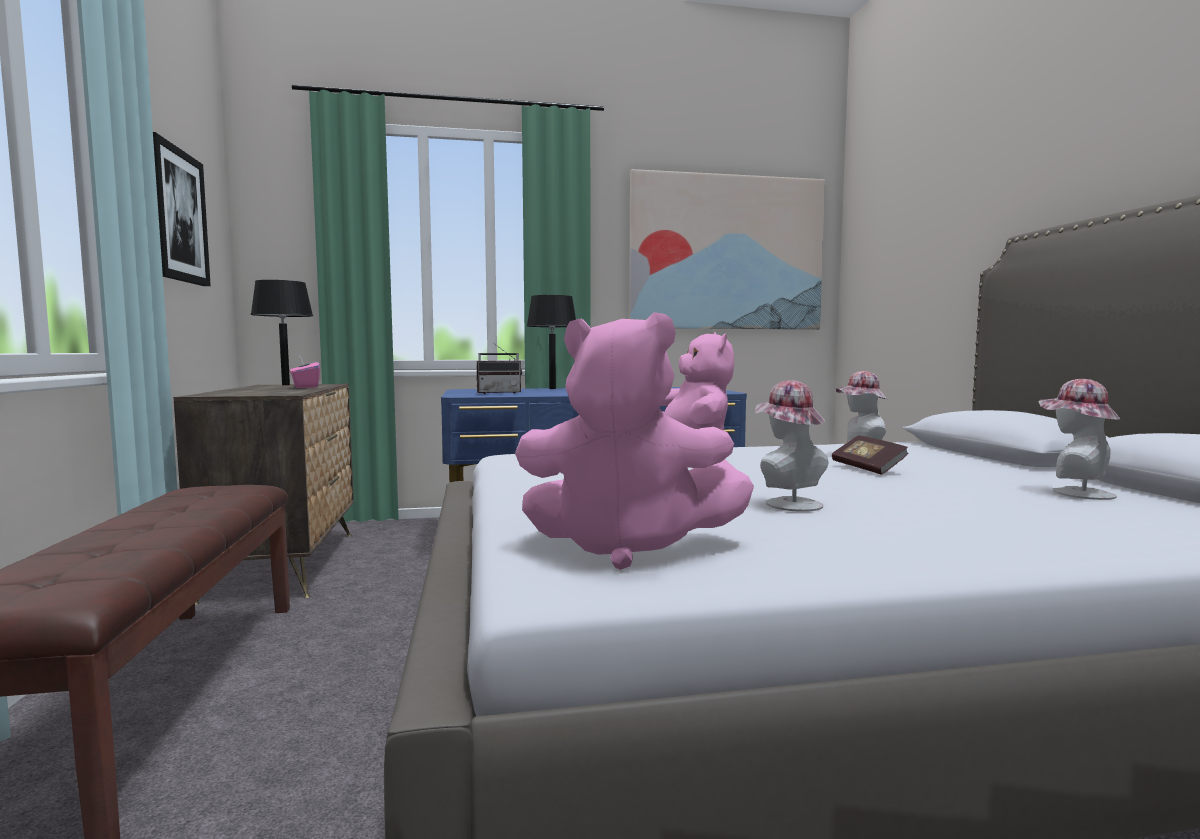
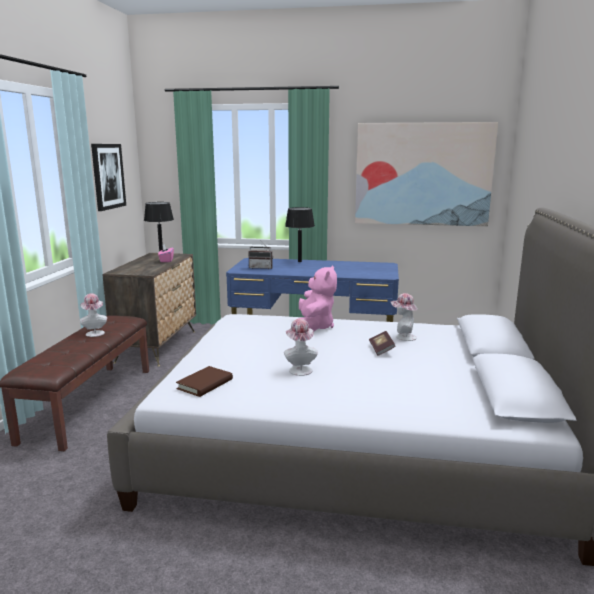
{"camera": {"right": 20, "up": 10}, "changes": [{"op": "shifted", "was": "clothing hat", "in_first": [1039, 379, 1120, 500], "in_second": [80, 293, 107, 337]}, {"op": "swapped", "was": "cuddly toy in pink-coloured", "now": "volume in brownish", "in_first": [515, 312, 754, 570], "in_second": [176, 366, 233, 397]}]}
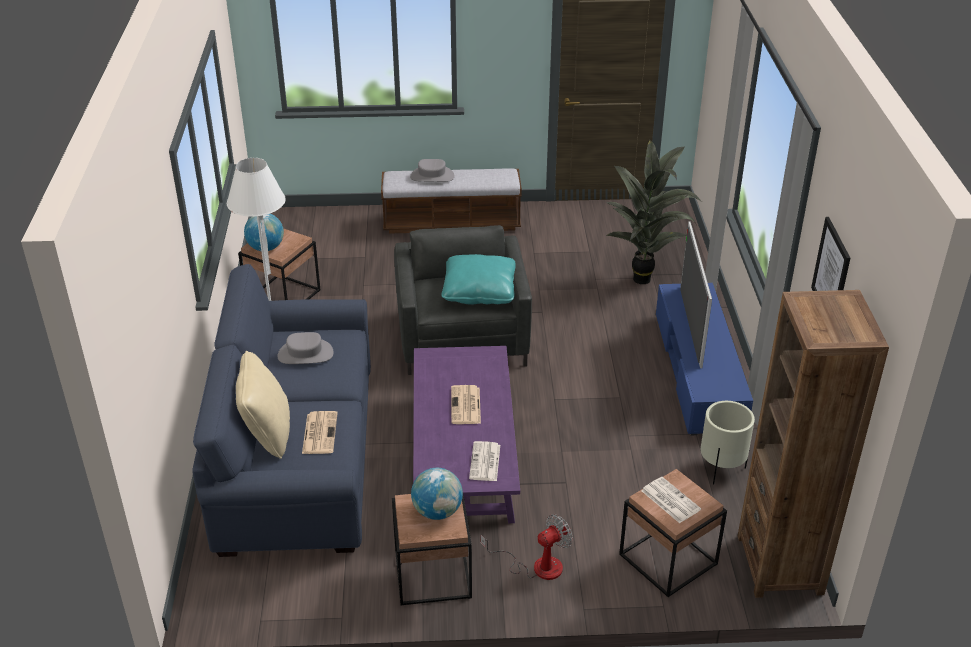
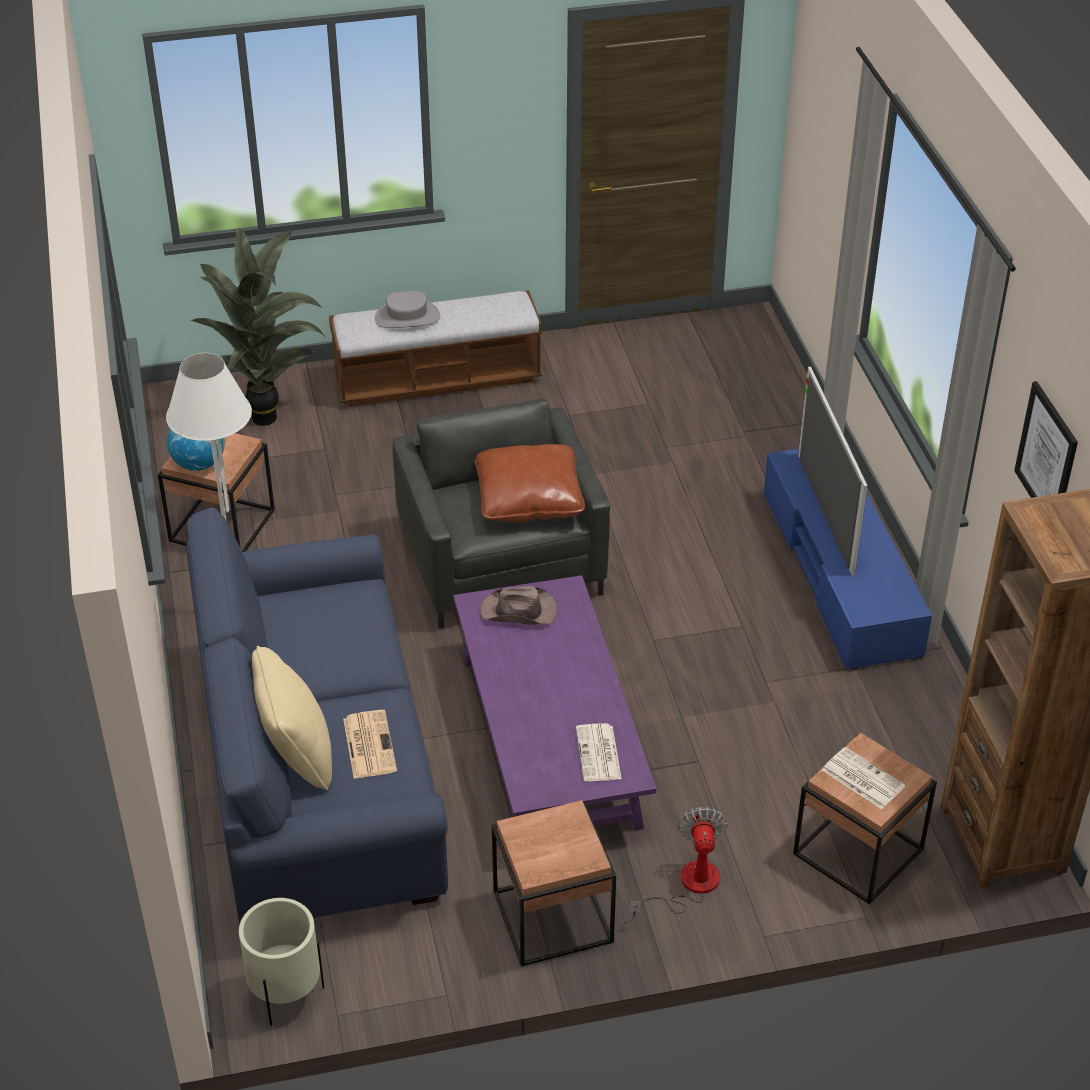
{"camera": {"right": -10, "up": 5}, "changes": [{"op": "shifted", "was": "potted plant", "in_first": [606, 140, 702, 284], "in_second": [190, 227, 326, 426]}, {"op": "shifted", "was": "flower pot in beige", "in_first": [701, 401, 755, 484], "in_second": [239, 898, 324, 1026]}, {"op": "repainted", "was": "pillow in turquoise-coloured", "now": "pillow in brownish", "in_first": [442, 254, 516, 305], "in_second": [474, 444, 585, 522]}, {"op": "new", "now": "clothing hat in brownish", "in_second": [480, 587, 557, 625]}, {"op": "rotated", "was": "electric fan", "in_first": [481, 514, 573, 580], "in_second": [630, 807, 727, 917], "clockwise": -45}, {"op": "gone", "was": "clothing hat in gray", "in_first": [277, 332, 334, 364]}, {"op": "gone", "was": "world globe", "in_first": [411, 468, 463, 520]}, {"op": "gone", "was": "newspaper", "in_first": [451, 385, 481, 424]}]}
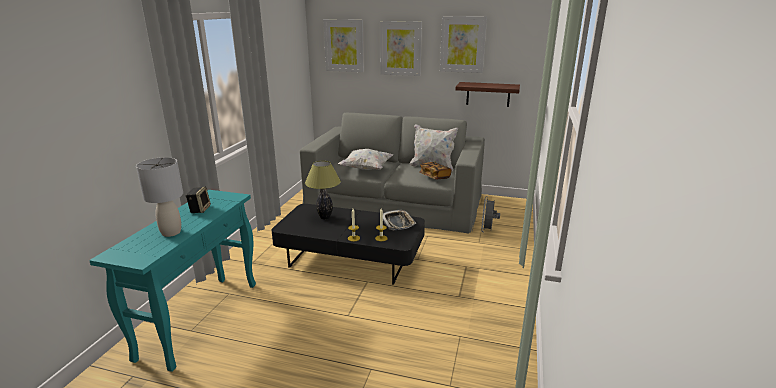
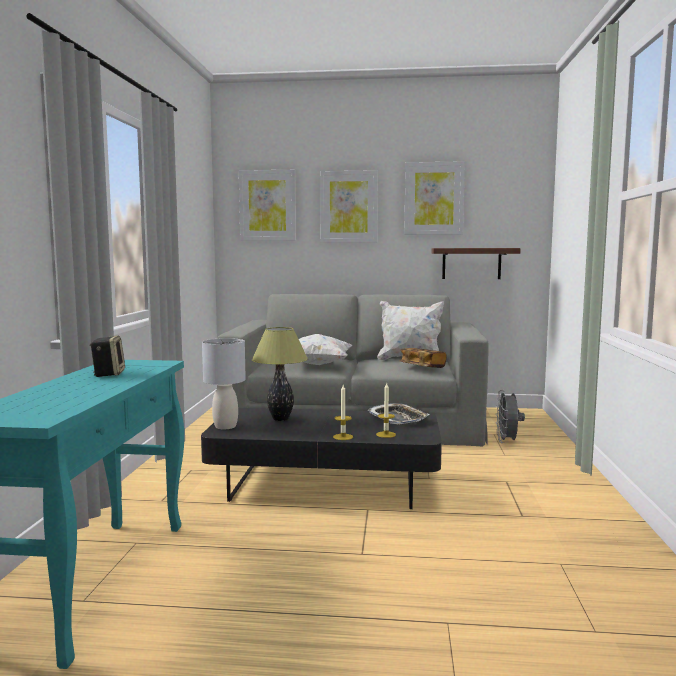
{"camera": {"right": -10, "up": -15}, "changes": [{"op": "shifted", "was": "lamp for a table in gray", "in_first": [136, 157, 183, 237], "in_second": [202, 338, 246, 429]}]}
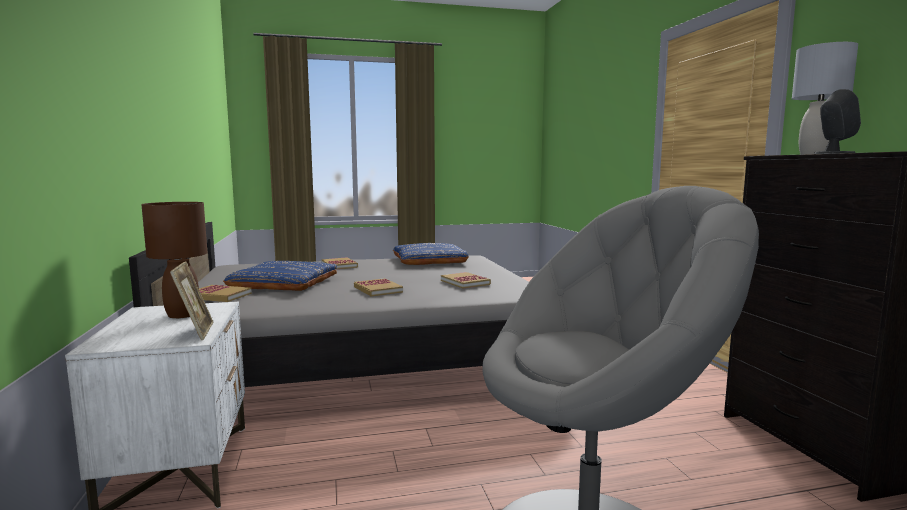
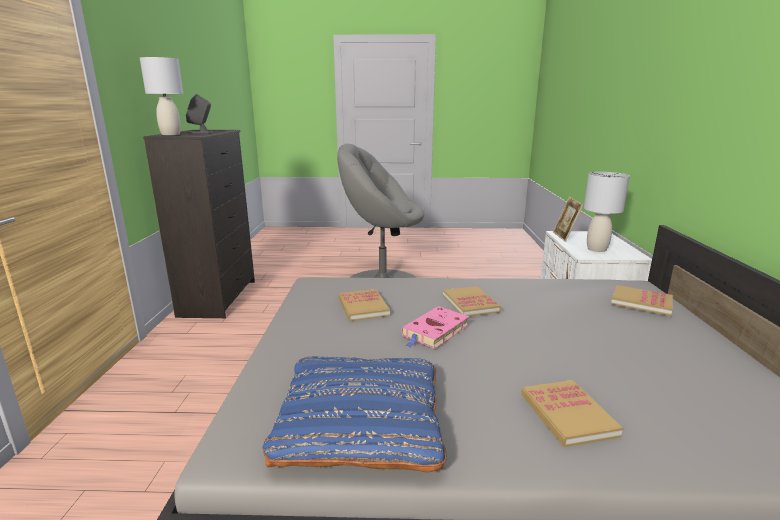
{"camera": {"right": -165, "up": 10}, "changes": [{"op": "new", "now": "volume in pink-coloured", "in_second": [401, 306, 469, 349]}, {"op": "repainted", "was": "lamp for a table in brownish", "now": "lamp for a table in gray", "in_first": [141, 202, 208, 319], "in_second": [584, 172, 630, 252]}, {"op": "gone", "was": "pillow in bluish", "in_first": [223, 261, 337, 291]}]}
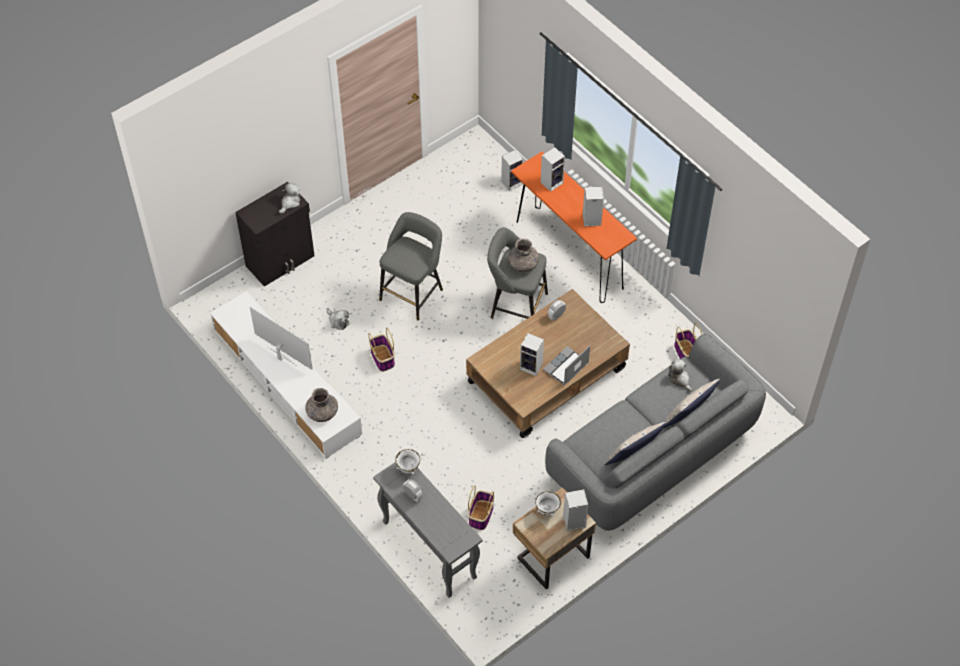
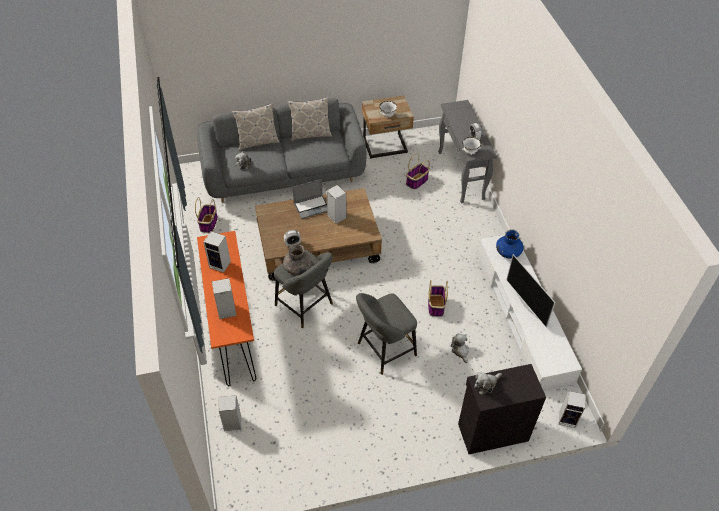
{"camera": {"right": -155, "up": -5}, "changes": [{"op": "repainted", "was": "vase in gray", "now": "vase in bluish", "in_first": [305, 388, 338, 422], "in_second": [496, 229, 523, 259]}, {"op": "shifted", "was": "loudspeaker", "in_first": [563, 489, 588, 531], "in_second": [558, 391, 586, 428]}]}
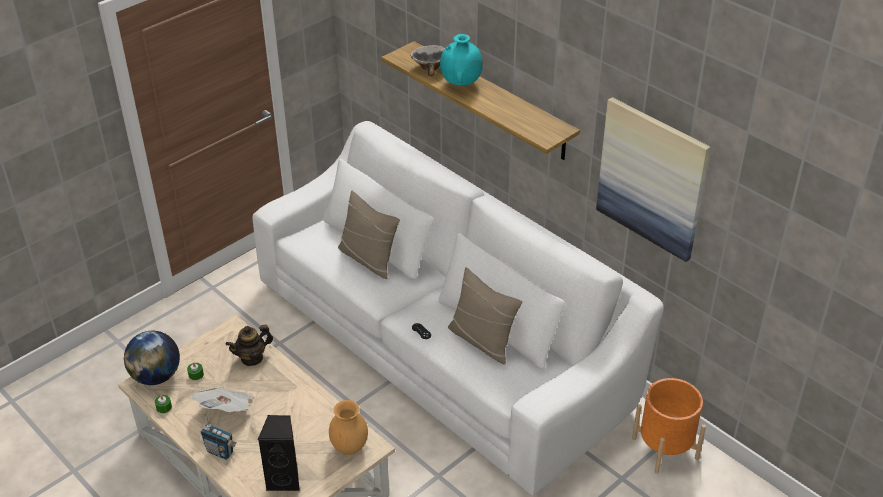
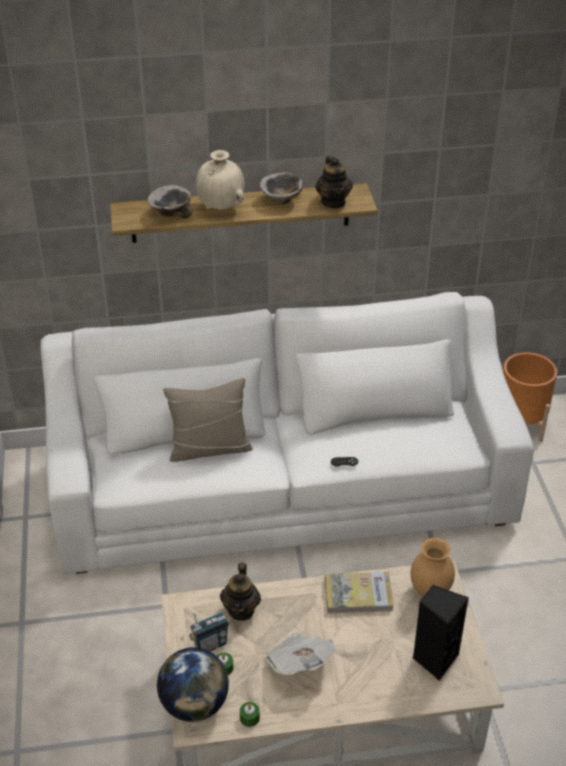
{"camera": {"right": -55, "up": 0}, "changes": [{"op": "shifted", "was": "radio", "in_first": [201, 414, 236, 460], "in_second": [189, 612, 230, 651]}, {"op": "repainted", "was": "vase in turquoise-coloured", "now": "vase in beige", "in_first": [440, 34, 483, 85], "in_second": [196, 150, 245, 210]}, {"op": "new", "now": "bowl", "in_second": [260, 172, 303, 205]}, {"op": "new", "now": "pot for tea", "in_second": [315, 156, 353, 208]}, {"op": "new", "now": "volume", "in_second": [325, 572, 394, 614]}, {"op": "gone", "was": "pillow in beige", "in_first": [448, 267, 522, 365]}, {"op": "gone", "was": "wall art", "in_first": [596, 97, 711, 262]}]}
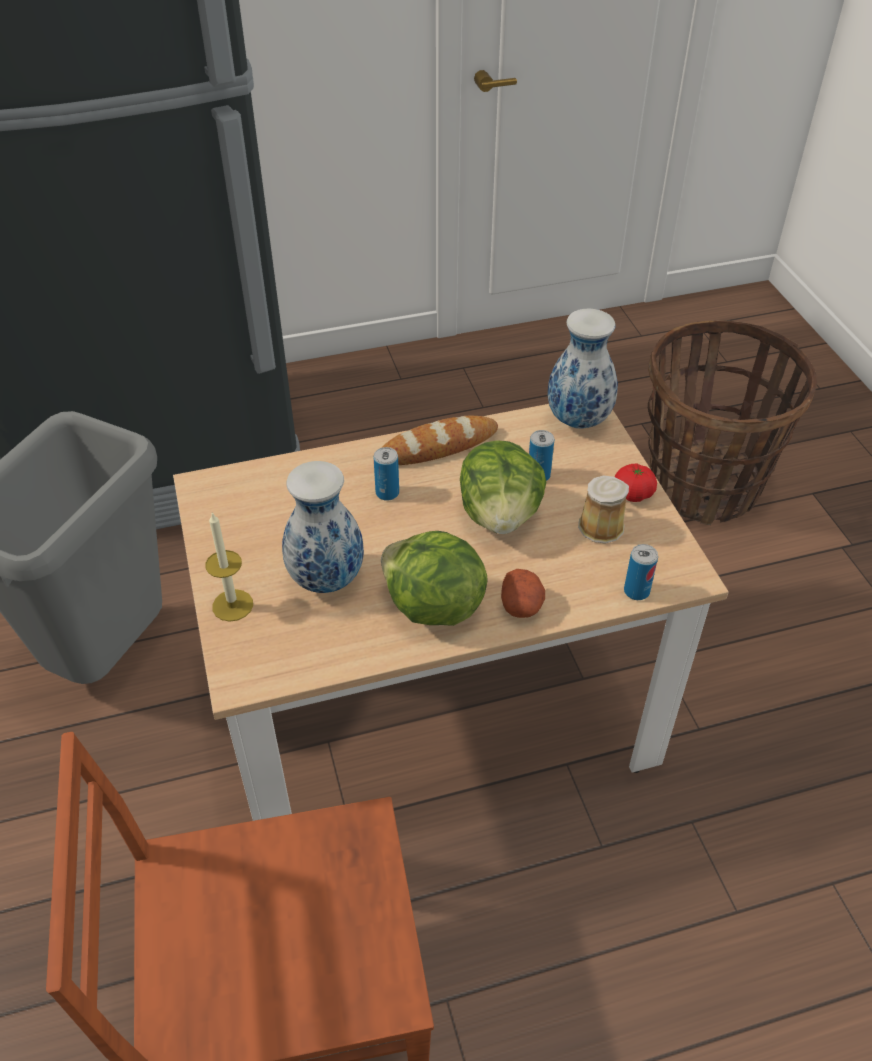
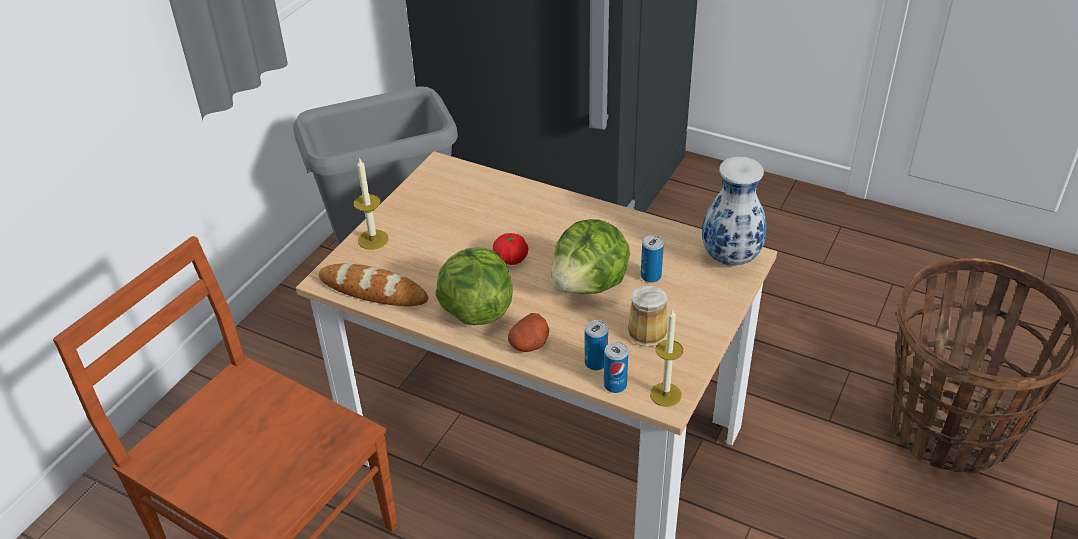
{"camera": {"right": 45, "up": -5}, "changes": [{"op": "shifted", "was": "baked bread", "in_first": [381, 416, 498, 465], "in_second": [319, 263, 428, 306]}, {"op": "shifted", "was": "whole tomato", "in_first": [615, 463, 657, 502], "in_second": [493, 233, 528, 265]}, {"op": "shifted", "was": "sealed can", "in_first": [374, 447, 399, 501], "in_second": [585, 320, 608, 370]}, {"op": "new", "now": "wax light", "in_second": [650, 308, 683, 407]}, {"op": "gone", "was": "vase", "in_first": [282, 461, 364, 593]}]}
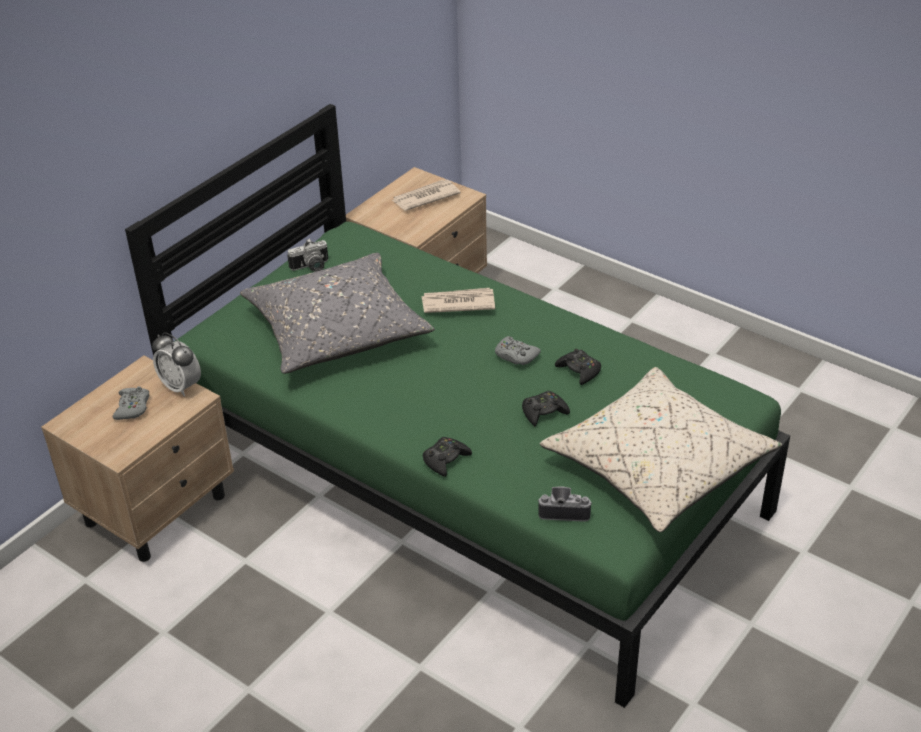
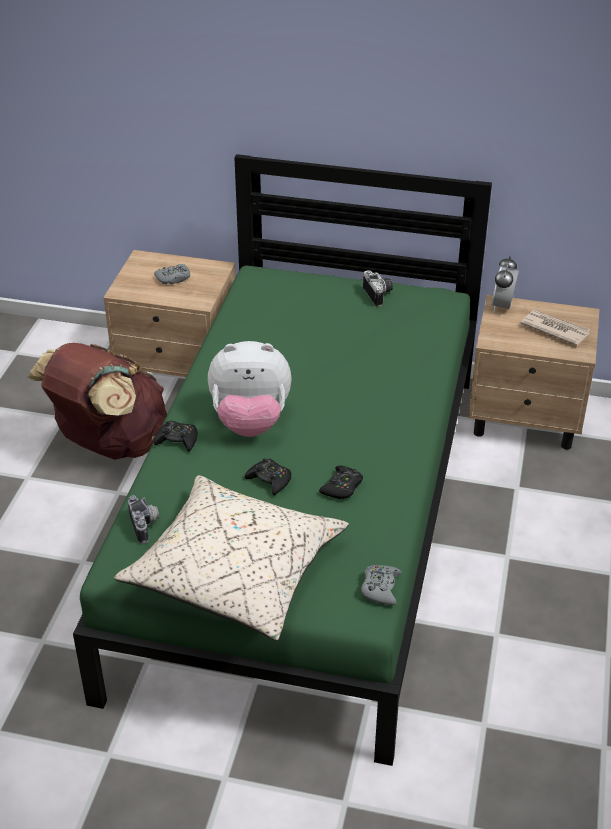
{"camera": {"right": 65, "up": 0}, "changes": [{"op": "new", "now": "rucksack in brownish", "in_second": [26, 343, 167, 460]}, {"op": "new", "now": "cuddly toy", "in_second": [208, 341, 292, 437]}, {"op": "shifted", "was": "gamepad in gray", "in_first": [495, 336, 541, 365], "in_second": [361, 565, 402, 605]}, {"op": "rotated", "was": "still camera", "in_first": [287, 239, 328, 272], "in_second": [363, 270, 393, 307], "clockwise": -150}, {"op": "shifted", "was": "bedside clock", "in_first": [152, 332, 201, 397], "in_second": [491, 256, 519, 312]}, {"op": "gone", "was": "pillow in gray", "in_first": [240, 253, 435, 374]}, {"op": "gone", "was": "newspaper", "in_first": [421, 288, 495, 313]}]}
